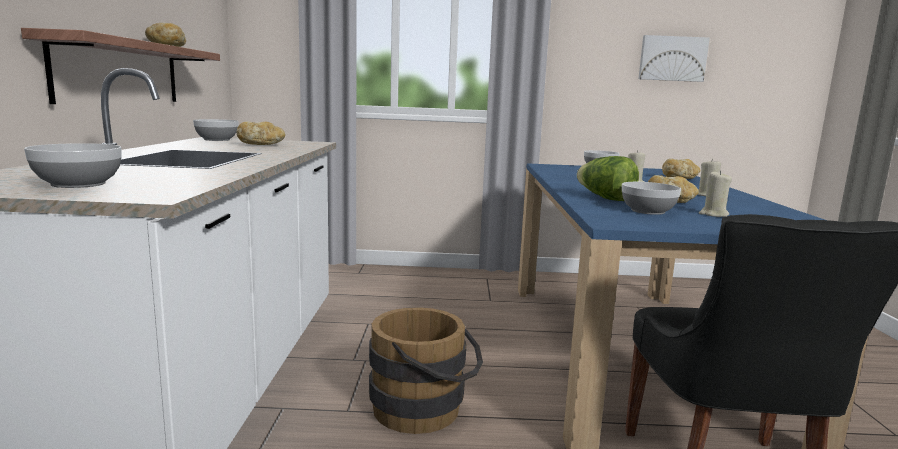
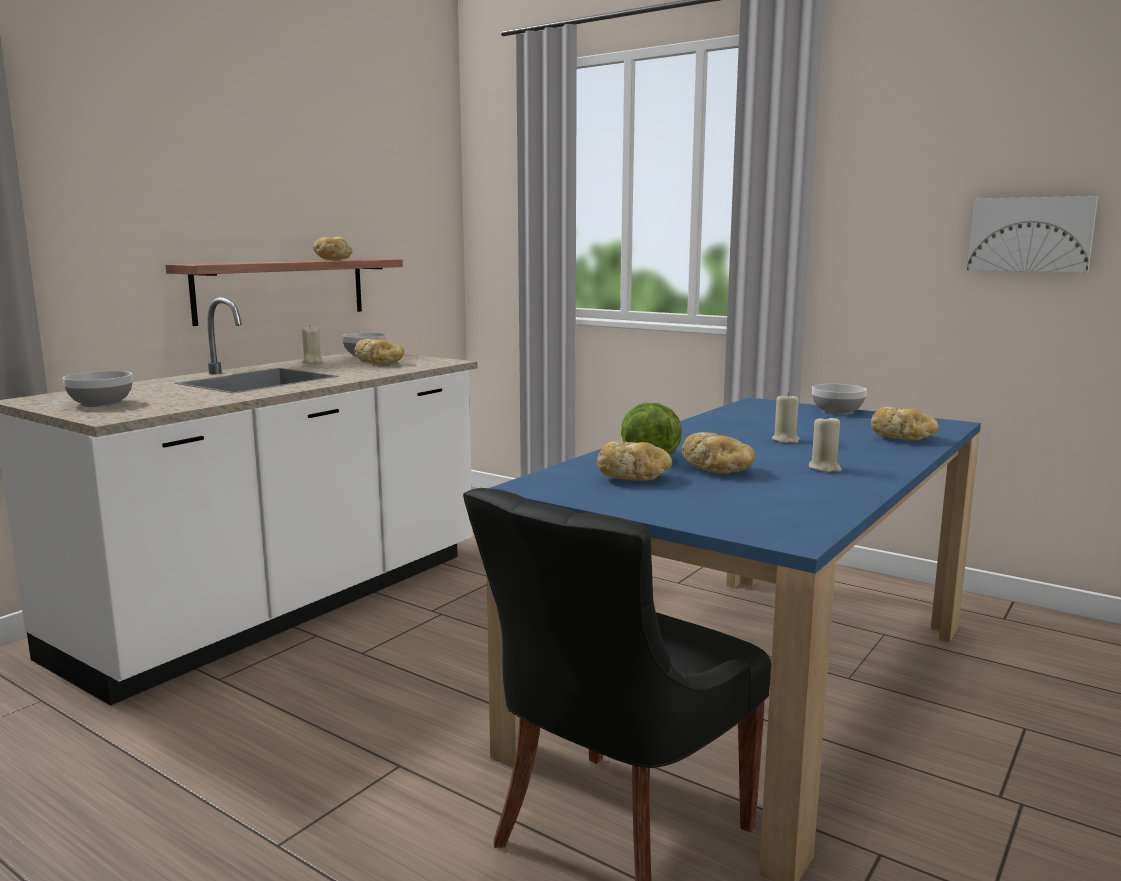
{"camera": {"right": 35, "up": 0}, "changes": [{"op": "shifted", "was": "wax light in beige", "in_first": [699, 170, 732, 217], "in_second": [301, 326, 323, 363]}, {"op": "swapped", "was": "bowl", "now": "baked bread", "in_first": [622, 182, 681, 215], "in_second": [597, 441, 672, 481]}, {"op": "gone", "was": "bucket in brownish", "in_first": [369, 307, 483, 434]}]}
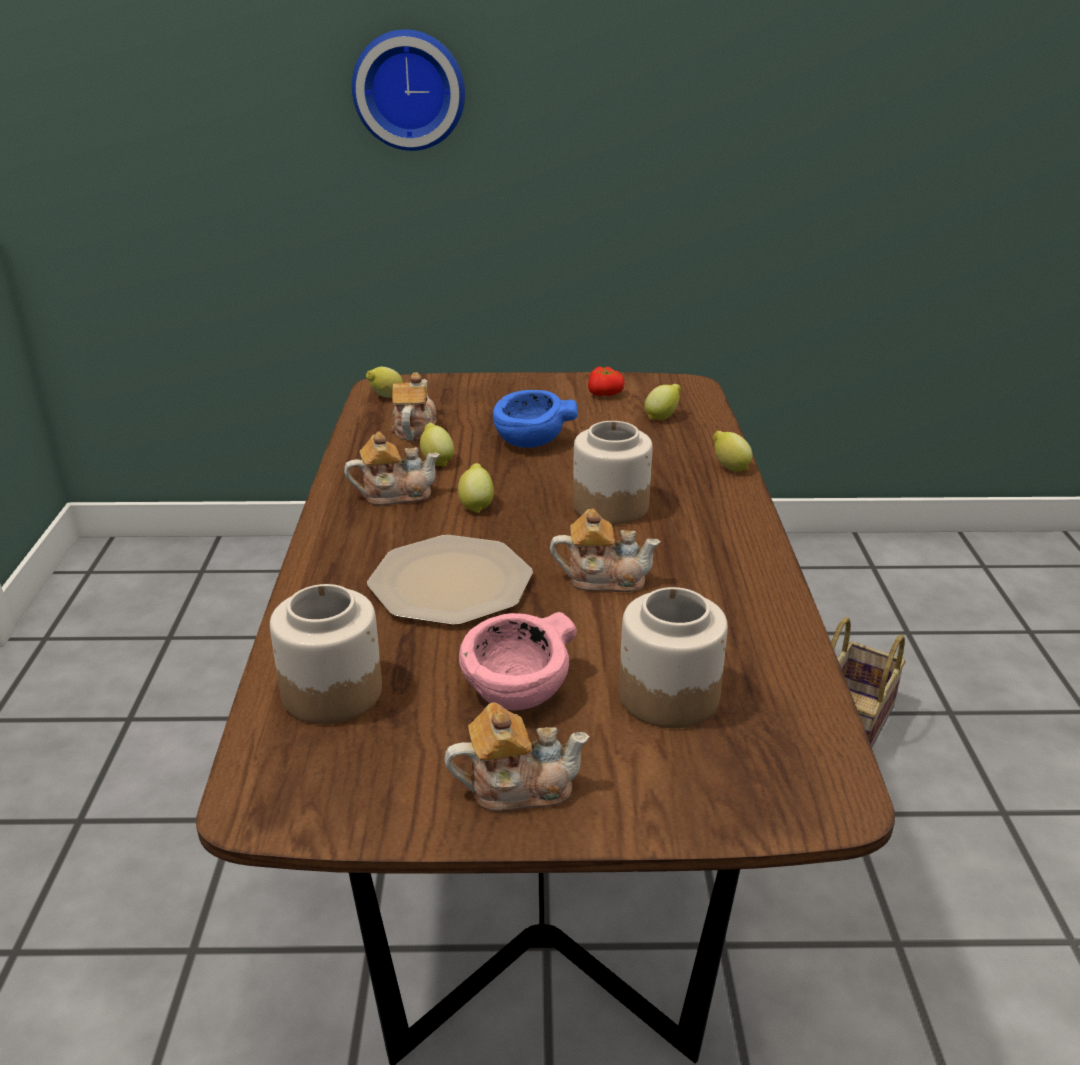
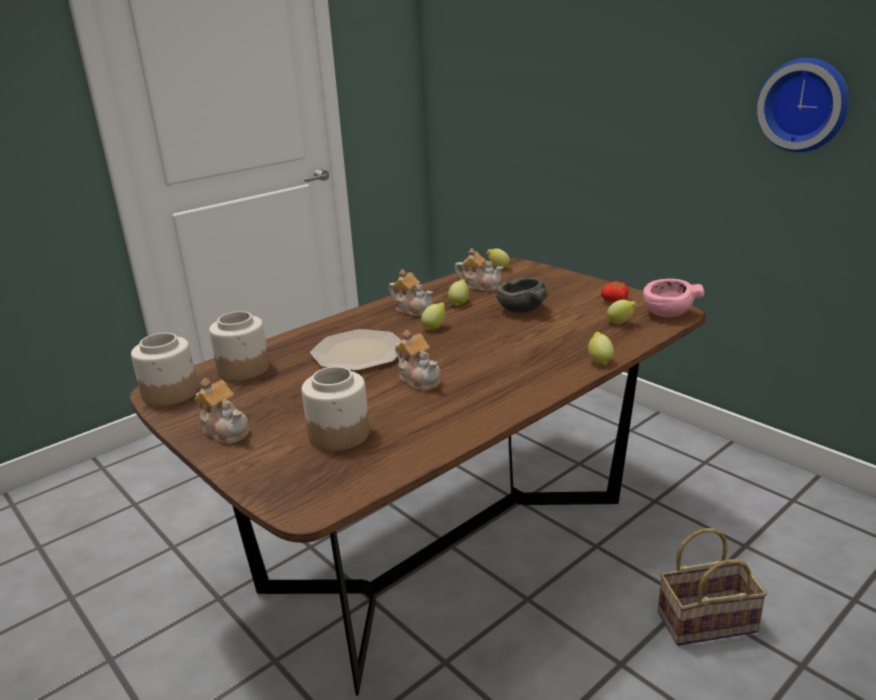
{"camera": {"right": 50, "up": -5}, "changes": [{"op": "shifted", "was": "preserve jar", "in_first": [573, 421, 653, 525], "in_second": [131, 333, 198, 407]}, {"op": "rotated", "was": "pot for tea", "in_first": [391, 372, 437, 441], "in_second": [455, 248, 503, 292], "clockwise": 60}, {"op": "repainted", "was": "bowl in bluish", "now": "bowl in gray", "in_first": [493, 390, 578, 448], "in_second": [496, 277, 548, 313]}, {"op": "shifted", "was": "bowl in pink-coloured", "in_first": [459, 612, 577, 710], "in_second": [643, 279, 704, 317]}, {"op": "shifted", "was": "wall clock", "in_first": [352, 29, 465, 151], "in_second": [757, 58, 849, 152]}]}
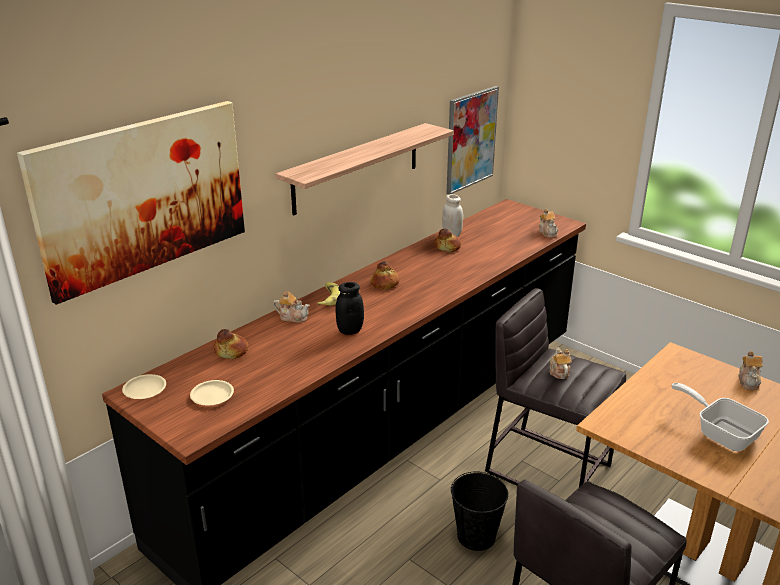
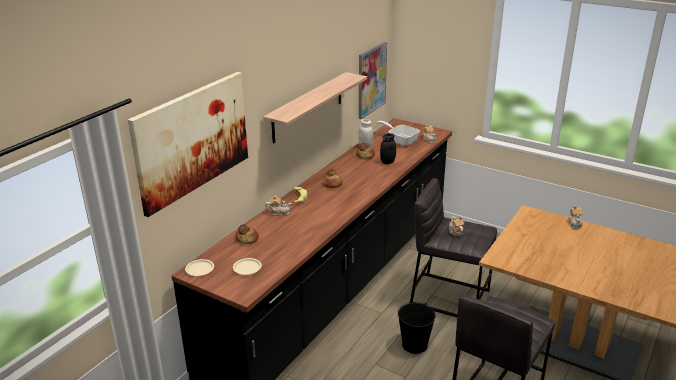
{"camera": {"right": -10, "up": 0}, "changes": [{"op": "shifted", "was": "skillet", "in_first": [671, 383, 769, 451], "in_second": [377, 121, 420, 146]}, {"op": "shifted", "was": "preserve jar in blackish", "in_first": [335, 282, 364, 335], "in_second": [380, 133, 396, 164]}]}
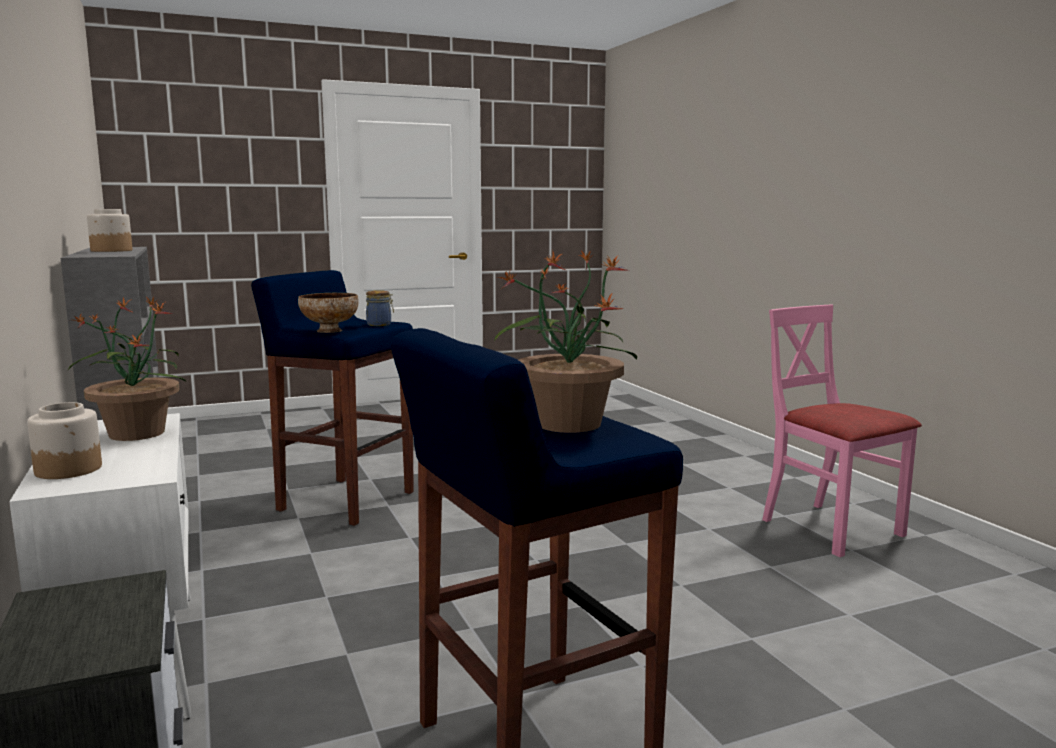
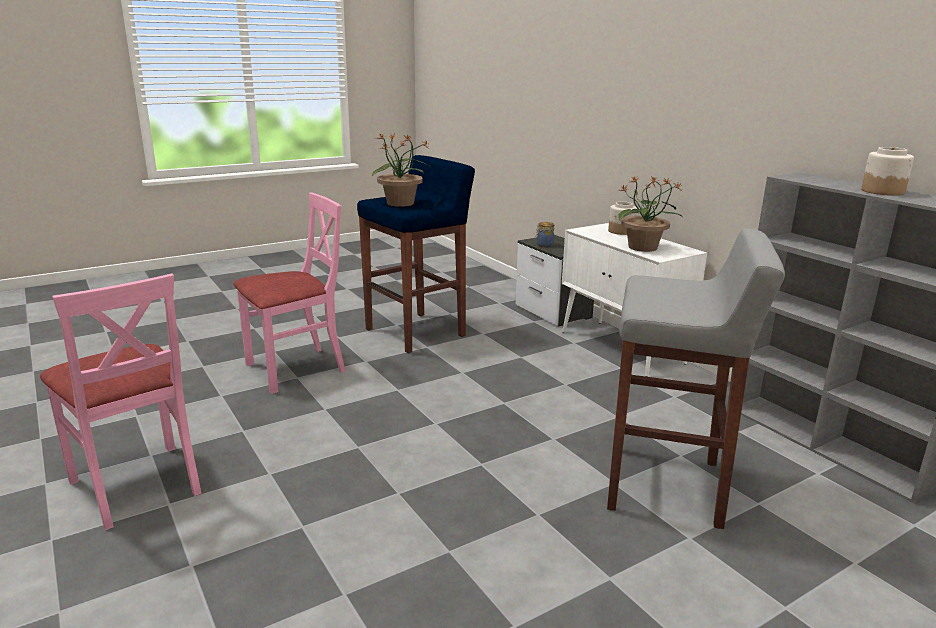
{"camera": {"right": 170, "up": 10}, "changes": [{"op": "new", "now": "chair in pink-coloured", "in_second": [233, 193, 346, 394]}, {"op": "shifted", "was": "preserve jar", "in_first": [366, 290, 394, 326], "in_second": [536, 222, 554, 247]}, {"op": "repainted", "was": "sitting stool in bluish", "now": "sitting stool in gray", "in_first": [251, 270, 414, 526], "in_second": [607, 228, 785, 529]}, {"op": "gone", "was": "bowl", "in_first": [298, 293, 359, 333]}]}
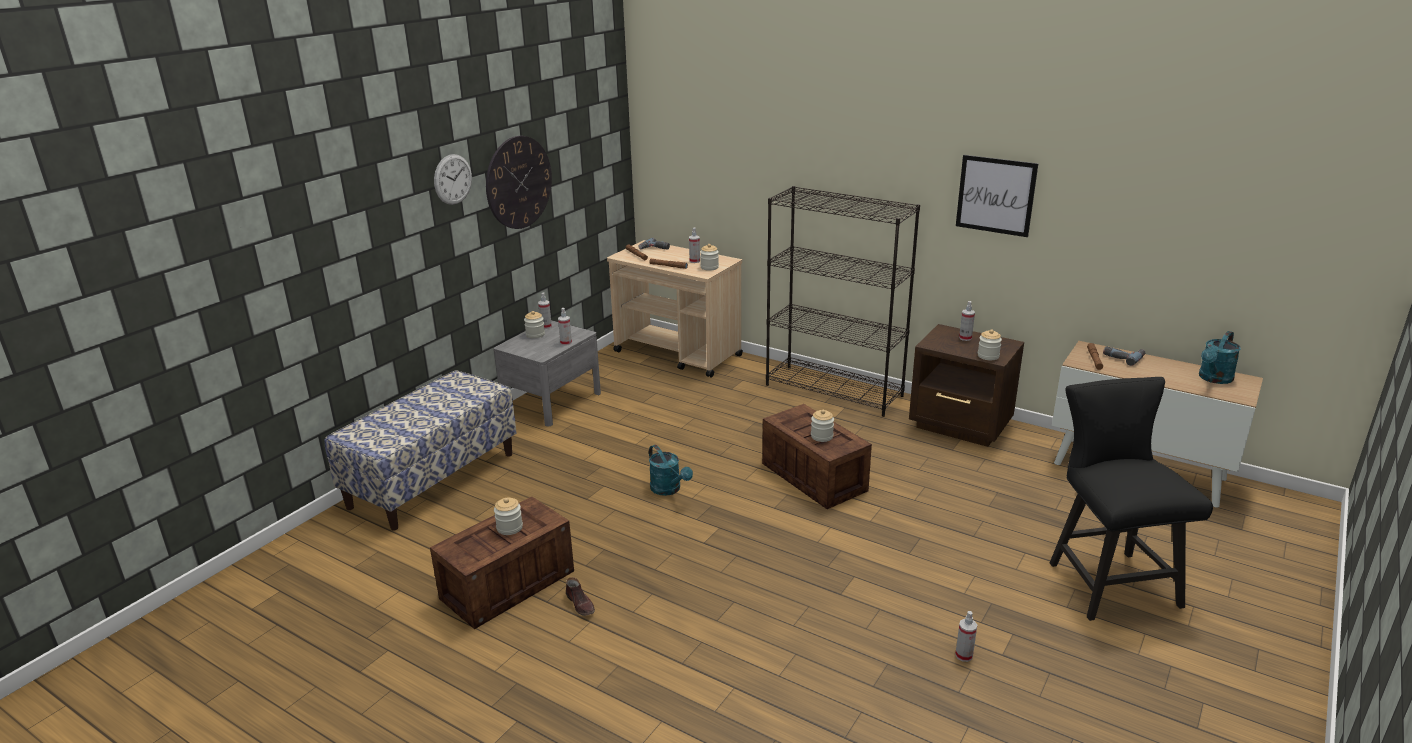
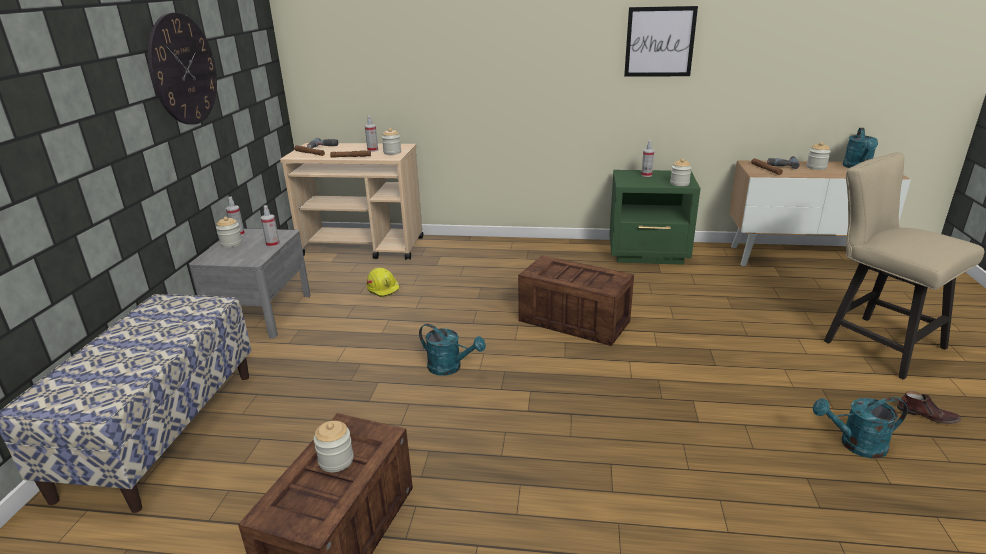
{"camera": {"right": -25, "up": 0}, "changes": [{"op": "new", "now": "safety helmet in yellowish", "in_second": [367, 268, 400, 297]}, {"op": "repainted", "was": "nightstand in brownish", "now": "nightstand in greenish", "in_first": [909, 324, 1024, 447], "in_second": [609, 170, 701, 265]}, {"op": "shifted", "was": "preserve jar", "in_first": [811, 410, 834, 442], "in_second": [807, 142, 831, 170]}, {"op": "swapped", "was": "spray bottle", "now": "watering pot in turquoise-coloured", "in_first": [955, 611, 977, 662], "in_second": [813, 397, 908, 458]}, {"op": "repainted", "was": "chair in blackish", "now": "chair in beige", "in_first": [1050, 377, 1213, 621], "in_second": [824, 152, 984, 380]}, {"op": "shifted", "was": "low shoe in brownish", "in_first": [566, 577, 595, 616], "in_second": [897, 391, 961, 424]}, {"op": "gone", "was": "wall clock", "in_first": [434, 154, 472, 205]}, {"op": "gone", "was": "shelving unit in blackish", "in_first": [766, 186, 920, 417]}]}
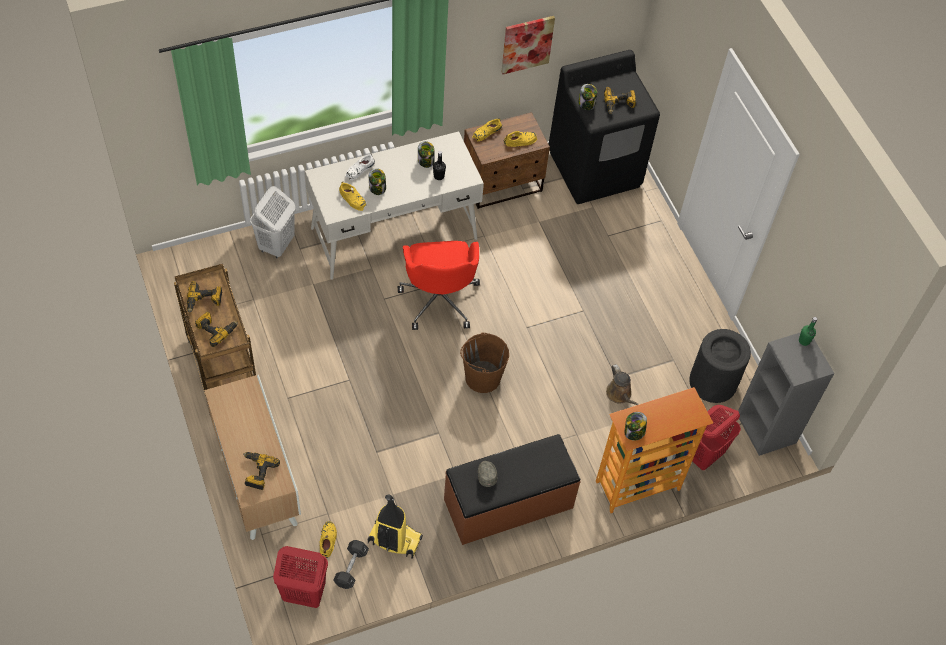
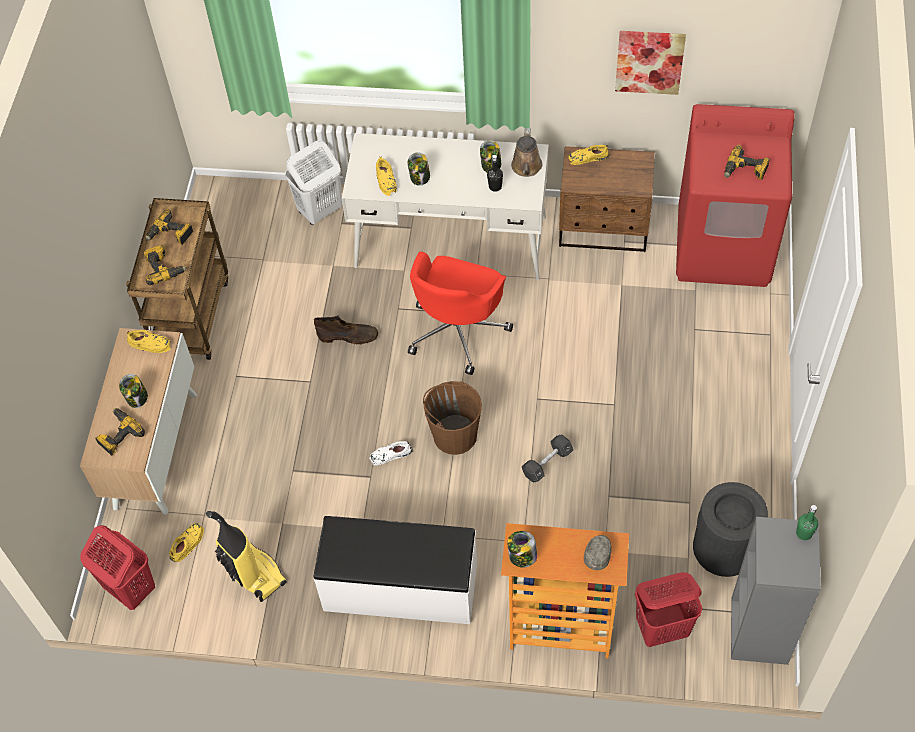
{"camera": {"right": 35, "up": 0}, "changes": [{"op": "shifted", "was": "preserve jar", "in_first": [578, 84, 597, 110], "in_second": [119, 374, 148, 408]}, {"op": "shifted", "was": "low shoe in yellowish", "in_first": [504, 131, 537, 147], "in_second": [127, 330, 171, 353]}, {"op": "new", "now": "tall boot in brownish", "in_second": [314, 315, 378, 344]}, {"op": "repainted", "was": "bench in brownish", "now": "bench in white", "in_first": [444, 434, 581, 545], "in_second": [314, 516, 477, 624]}, {"op": "shifted", "was": "low shoe in white", "in_first": [345, 154, 375, 180], "in_second": [369, 441, 413, 465]}, {"op": "shifted", "was": "watering pot in brownish", "in_first": [606, 364, 639, 405], "in_second": [511, 128, 543, 177]}, {"op": "shifted", "was": "free weight in blackish", "in_first": [333, 540, 369, 589], "in_second": [522, 435, 573, 482]}, {"op": "shifted", "was": "baseball cap in gray", "in_first": [478, 461, 497, 487], "in_second": [584, 535, 612, 570]}, {"op": "repainted", "was": "laundry appliance in blackish", "now": "laundry appliance in red", "in_first": [549, 50, 660, 204], "in_second": [676, 104, 795, 287]}]}
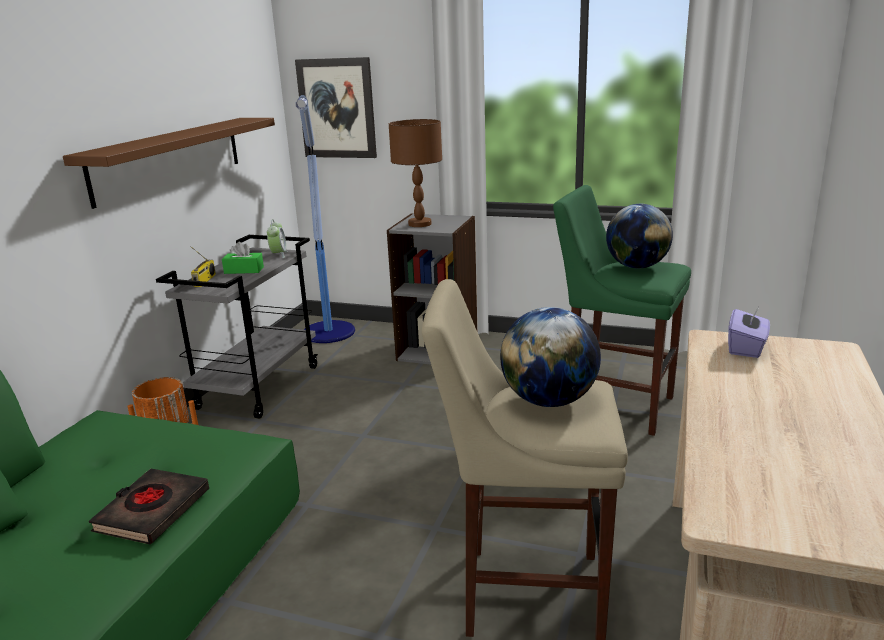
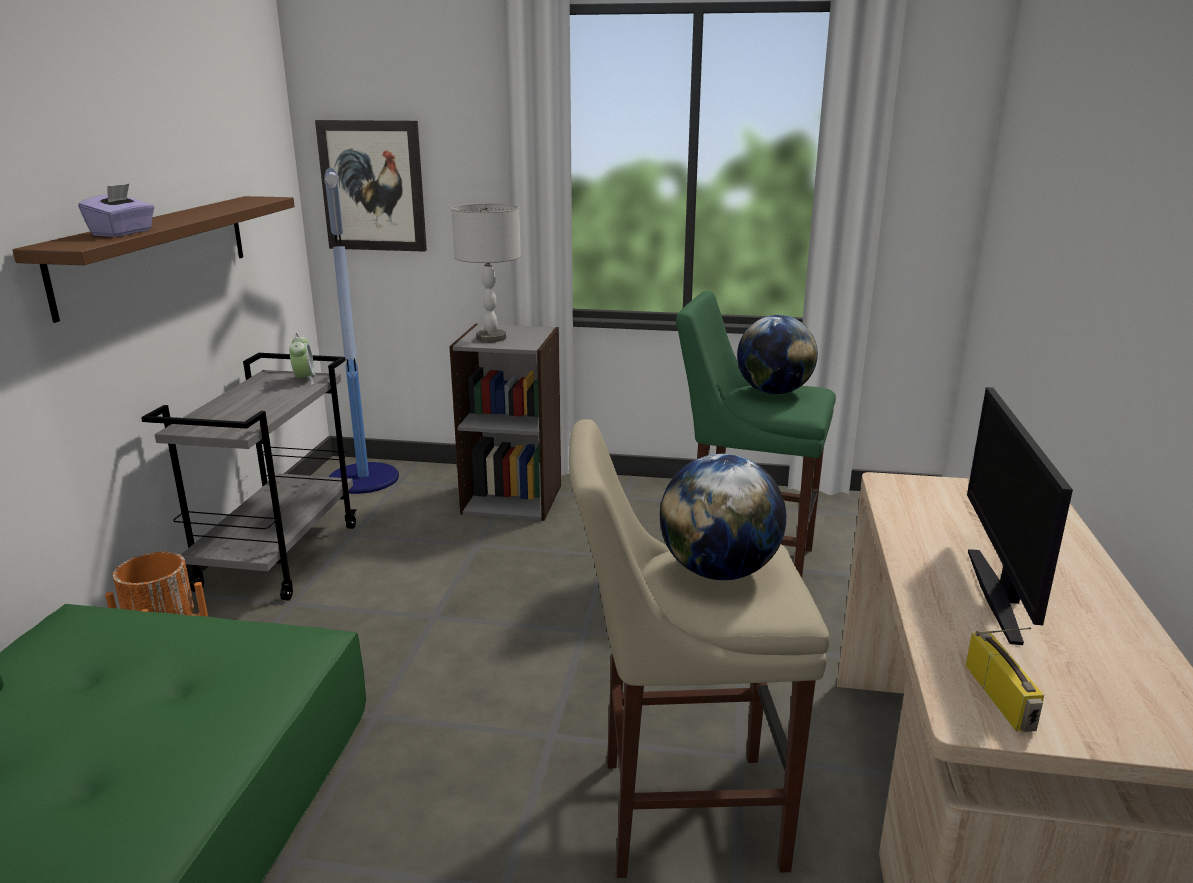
{"camera": {"right": -10, "up": 0}, "changes": [{"op": "shifted", "was": "box of tissues in purplish", "in_first": [728, 305, 770, 358], "in_second": [78, 184, 155, 237]}, {"op": "repainted", "was": "lamp for a table in brownish", "now": "lamp for a table in gray", "in_first": [389, 119, 442, 227], "in_second": [451, 203, 521, 342]}, {"op": "shifted", "was": "radio", "in_first": [190, 246, 216, 287], "in_second": [966, 627, 1044, 732]}, {"op": "new", "now": "computer screen", "in_second": [967, 387, 1073, 645]}, {"op": "gone", "was": "volume in blackish", "in_first": [89, 469, 209, 545]}, {"op": "gone", "was": "box of tissues in greenish", "in_first": [222, 242, 264, 274]}]}
